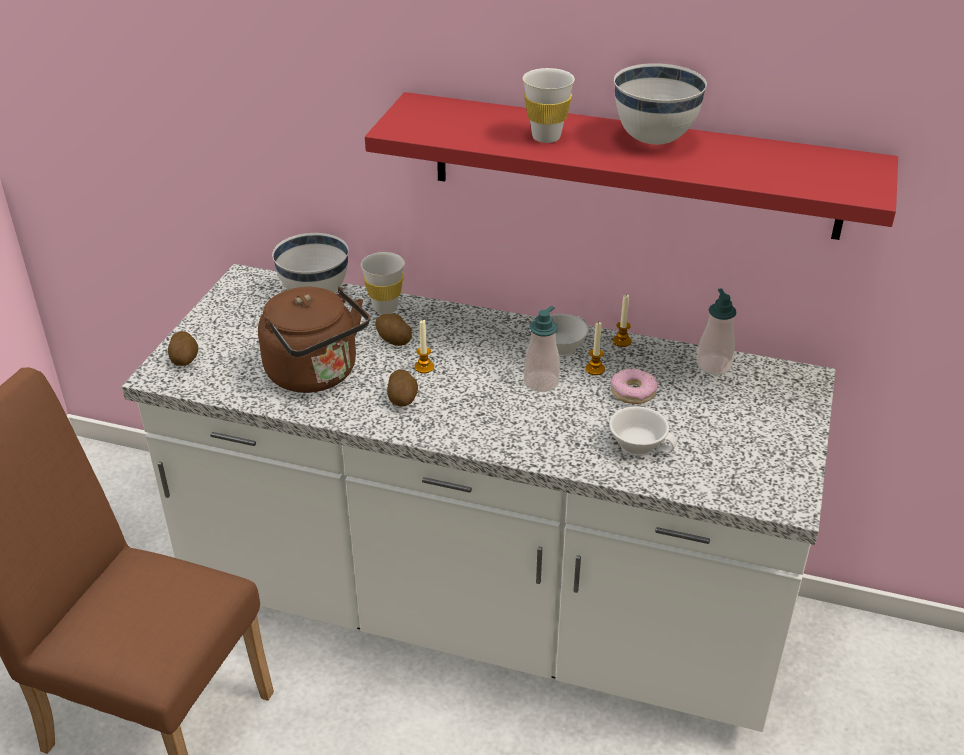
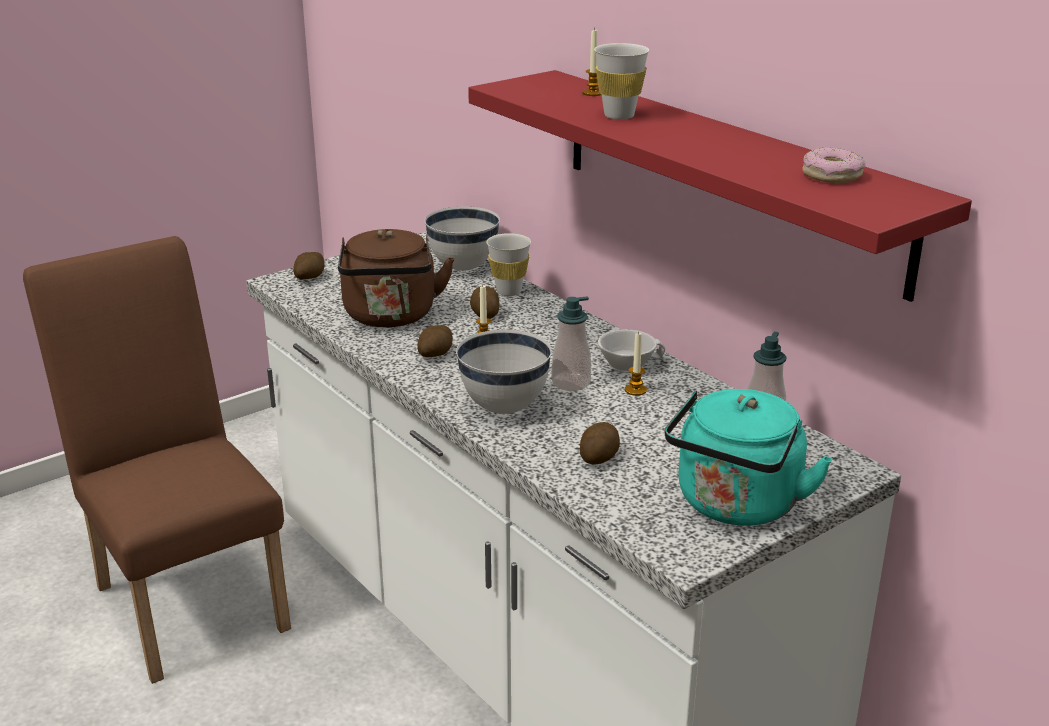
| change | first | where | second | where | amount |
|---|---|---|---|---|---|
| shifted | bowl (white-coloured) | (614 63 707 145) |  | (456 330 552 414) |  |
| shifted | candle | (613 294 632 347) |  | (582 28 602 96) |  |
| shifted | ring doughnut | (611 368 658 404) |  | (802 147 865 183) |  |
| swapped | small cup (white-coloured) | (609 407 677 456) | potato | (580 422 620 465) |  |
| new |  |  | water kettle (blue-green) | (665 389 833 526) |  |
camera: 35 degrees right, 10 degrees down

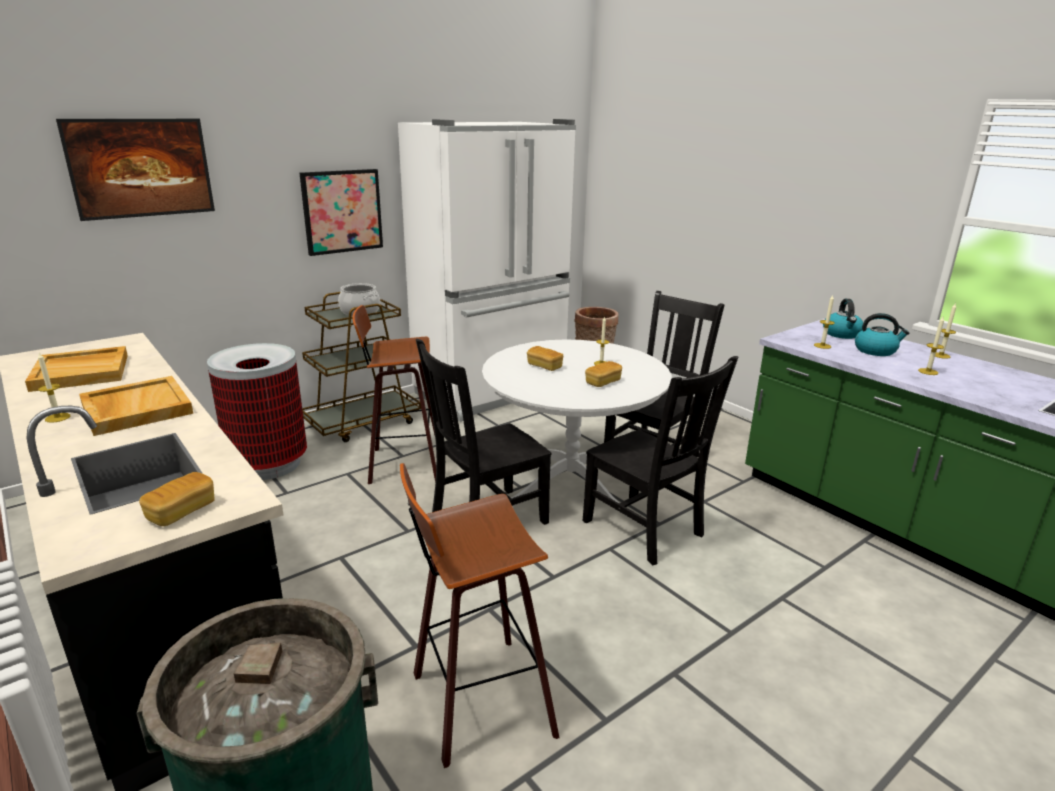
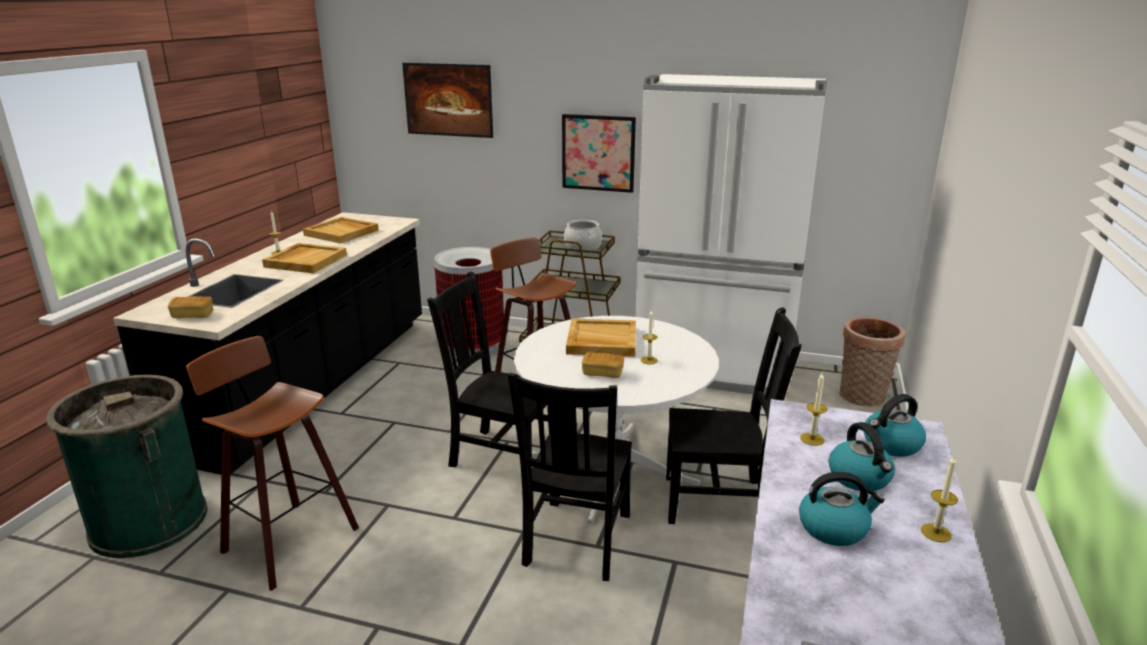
| change | first | where | second | where | amount |
|---|---|---|---|---|---|
| swapped | candle | (918 317 944 375) | water kettle | (799 472 885 546) |  |
| swapped | bread | (527 346 563 371) | tray (beige) | (566 318 636 357) |  |
camera: 55 degrees right, 0 degrees up

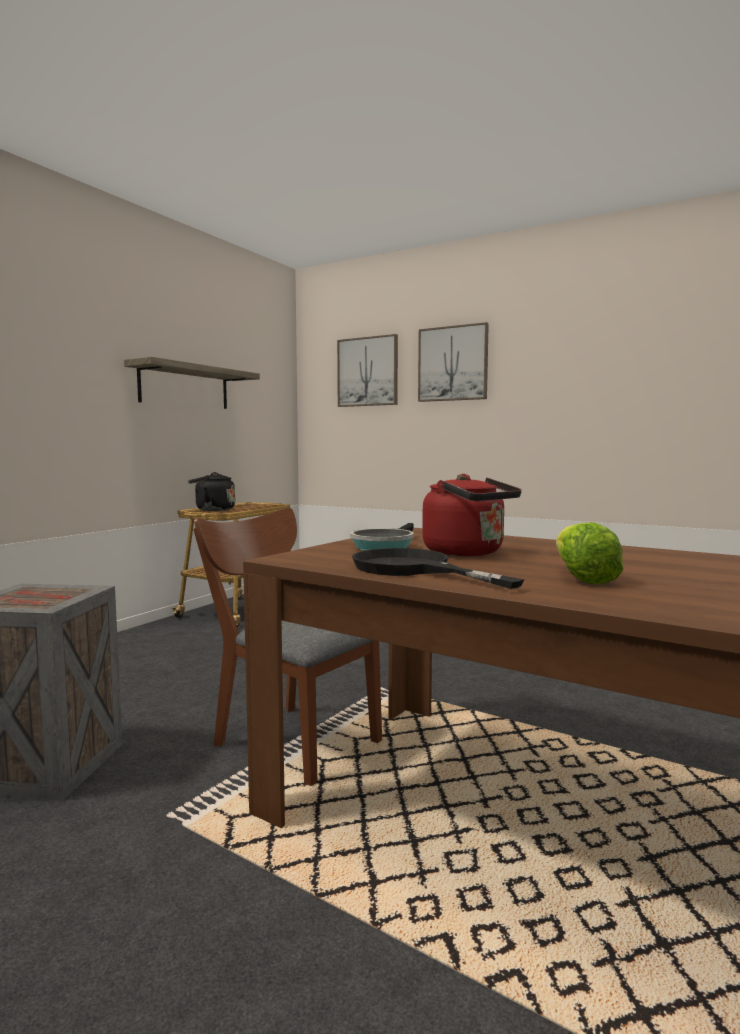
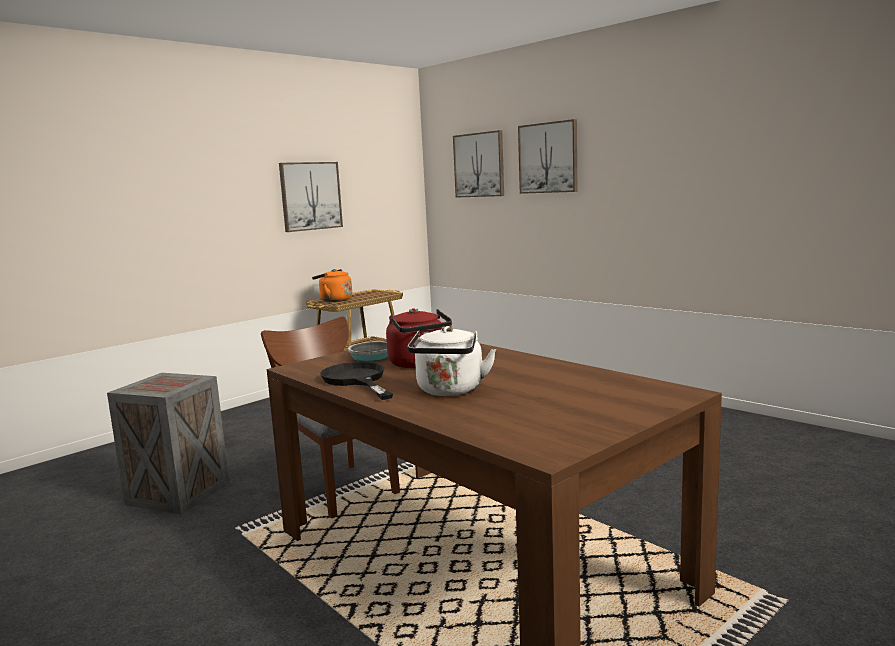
| change | first | where | second | where | amount |
|---|---|---|---|---|---|
| swapped | bracket shelf | (124 357 260 409) | wall art | (279 162 343 232) |  |
| repainted | water kettle (blackish) | (188 472 235 511) | water kettle (orange) | (312 269 352 302) |  |
| swapped | lettuce head | (556 522 623 585) | water kettle (white-coloured) | (407 326 496 396) |  |
camera: 15 degrees right, 5 degrees up

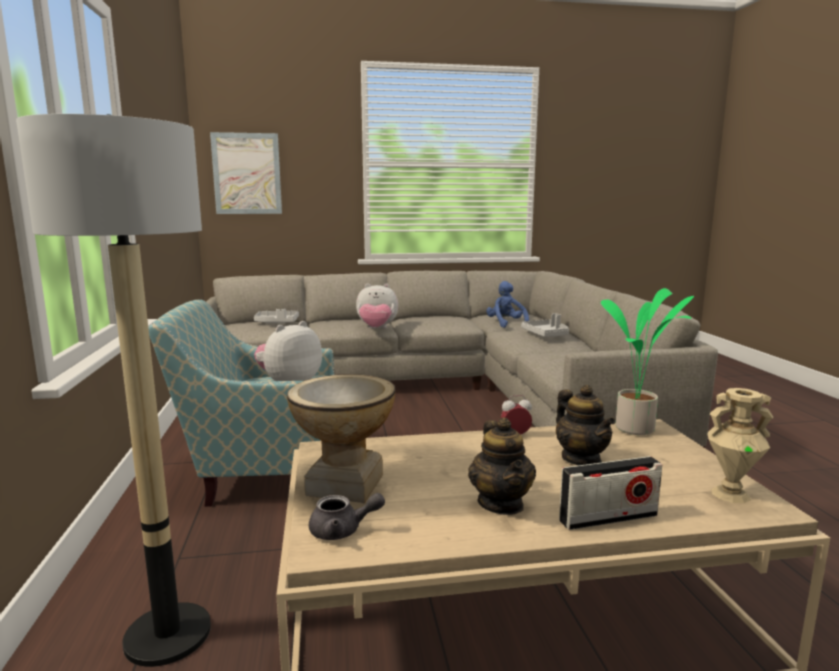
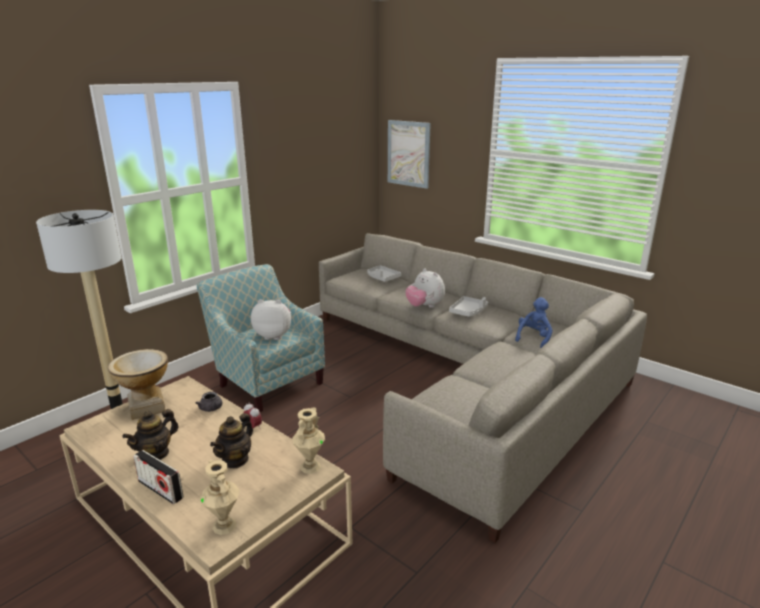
| change | first | where | second | where | amount |
|---|---|---|---|---|---|
| swapped | potted plant | (601 288 694 435) | vase (beige) | (292 407 325 474) |  |
| shifted | tray (grey) | (521 313 569 337) |  | (449 296 488 317) |  |
| shifted | teapot (grey) | (309 493 385 540) |  | (195 392 222 412) |  |
camera: 50 degrees right, 10 degrees up

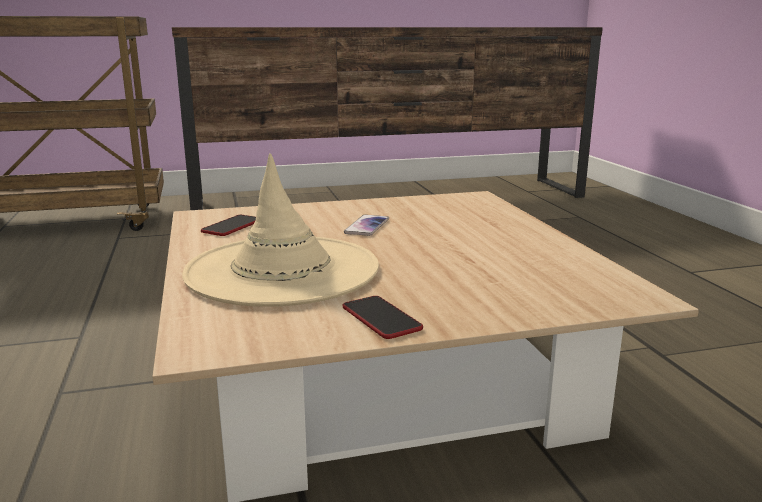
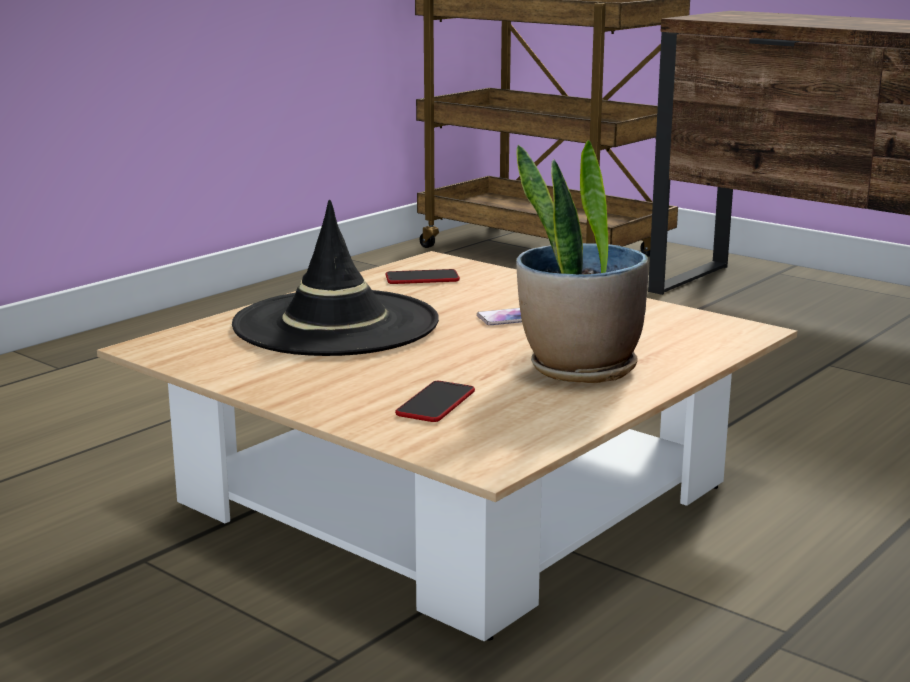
| change | first | where | second | where | amount |
|---|---|---|---|---|---|
| repainted | wearable hat (beige) | (182 153 379 307) | wearable hat (blackish) | (232 200 439 356) |  |
| shifted | handset | (343 296 423 339) |  | (395 381 475 422) |  |
| new |  |  | potted plant | (516 140 648 383) |  |
camera: 55 degrees right, 0 degrees up

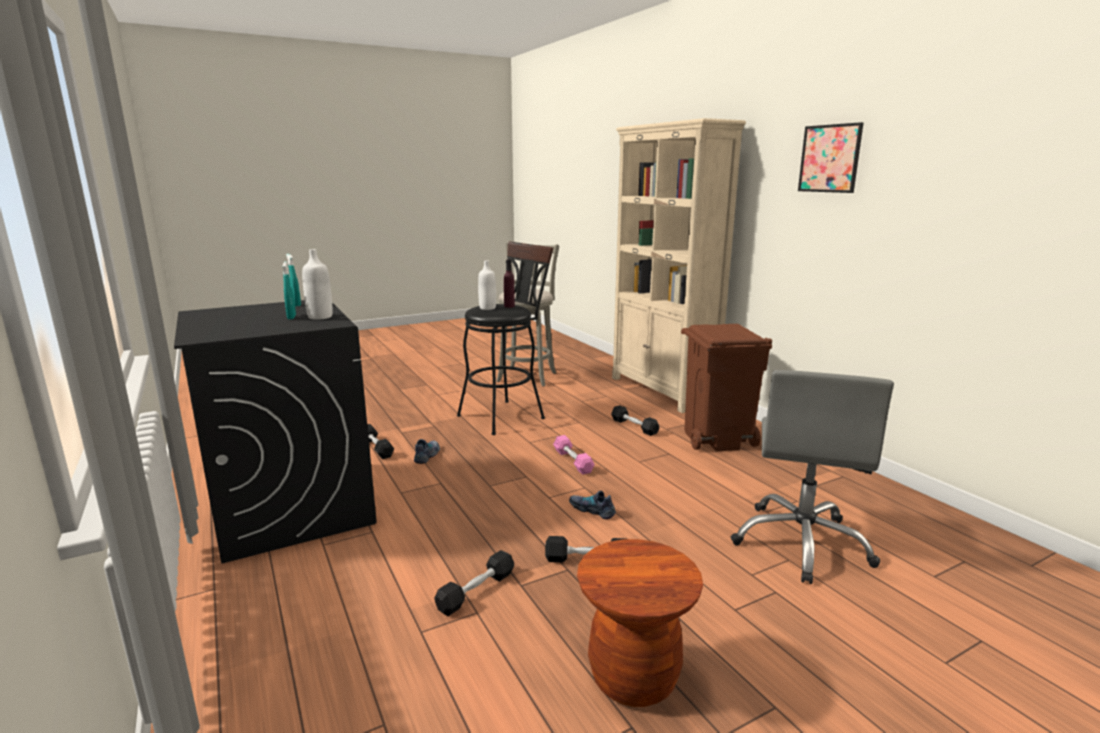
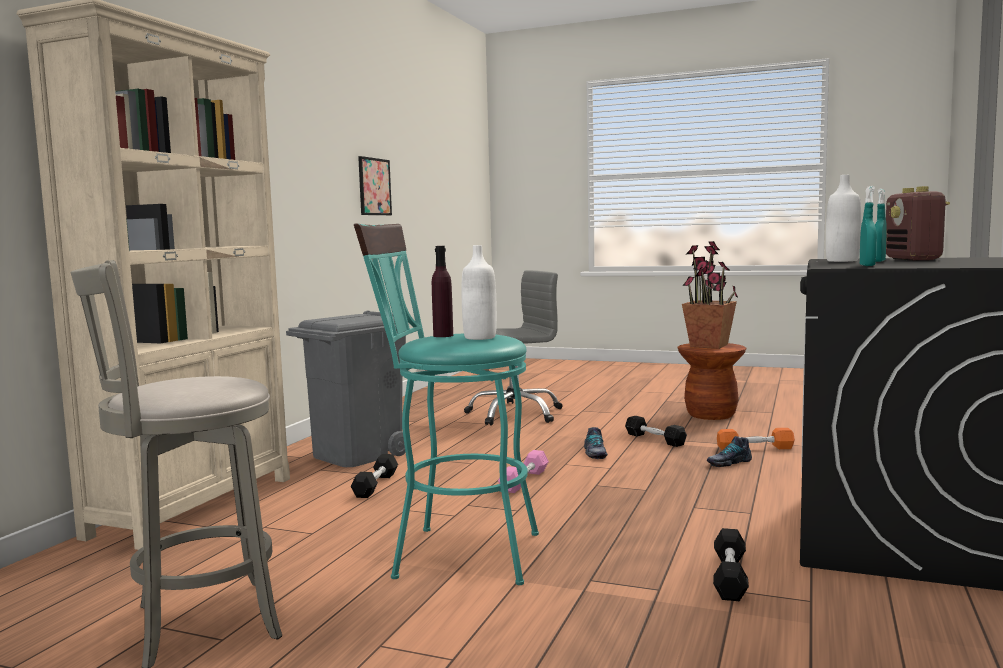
| change | first | where | second | where | amount |
|---|---|---|---|---|---|
| shifted | wall art | (798 122 864 193) |  | (358 156 392 215) |  |
| repainted | stool seat (blackish) | (457 242 553 435) | stool seat (blue-green) | (354 223 539 585) |  |
| repainted | trash can (brown-coloured) | (681 324 772 451) | trash can (grey) | (286 310 406 467) |  |
| shifted | low shoe | (414 439 440 464) |  | (707 436 752 467) |  |
| repainted | dumbbell (blackish) | (434 550 514 616) | dumbbell (orange) | (717 428 795 450) |  |
| new |  |  | radio | (886 186 950 261) |  |
| new |  |  | potted plant | (682 241 738 349) |  |
camera: 130 degrees left, 10 degrees down

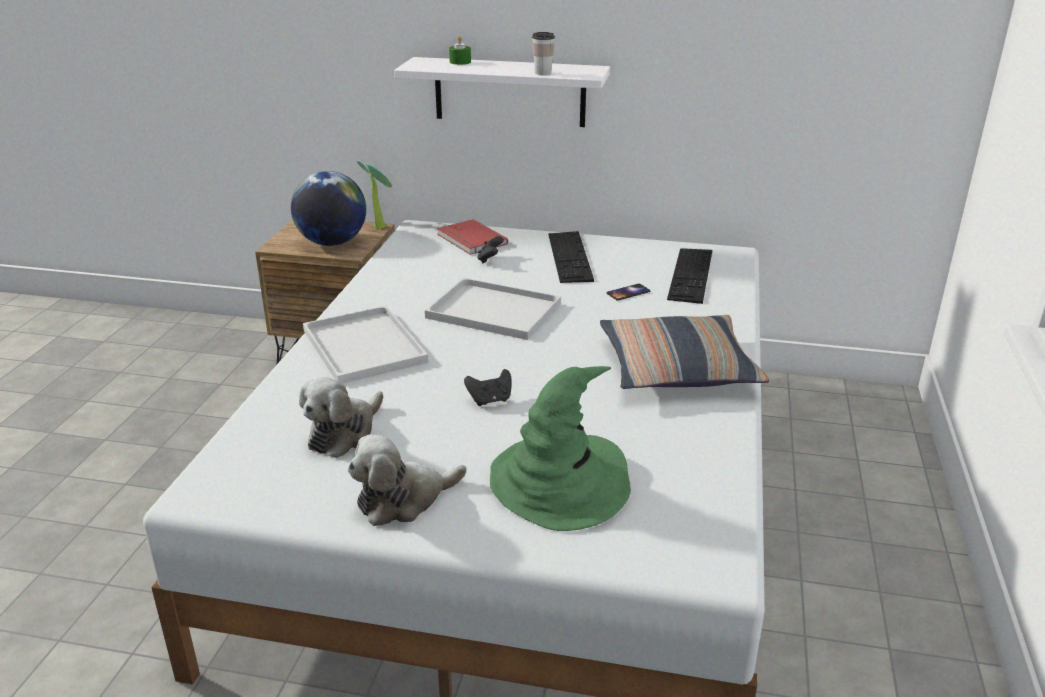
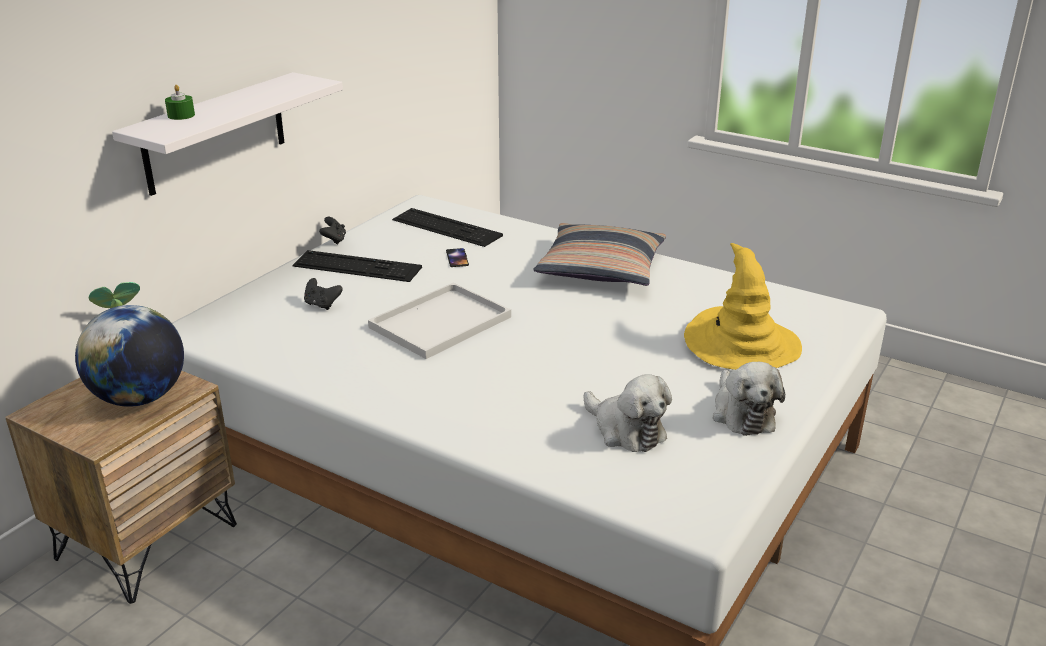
| change | first | where | second | where | amount |
|---|---|---|---|---|---|
| gone | small cup | (532 32 555 75) |  |  |  |
| gone | book (red-coloured) | (437 219 508 255) |  |  |  |
| gone | tray (white-coloured) | (303 306 428 384) |  |  |  |
| repainted | wearable hat (green) | (490 366 631 531) | wearable hat (yellowish) | (684 243 802 370) |  |
| shifted | gamepad (blackish) | (464 369 512 406) |  | (319 217 346 245) |  |
camera: 70 degrees left, 0 degrees up

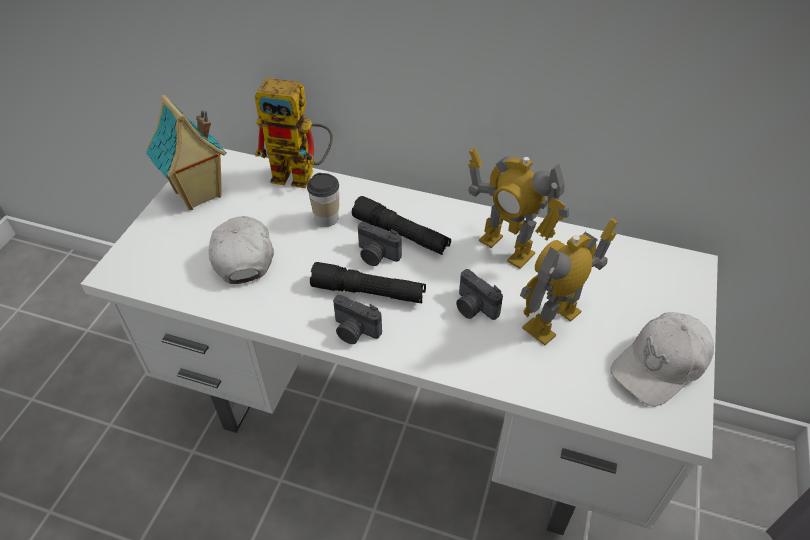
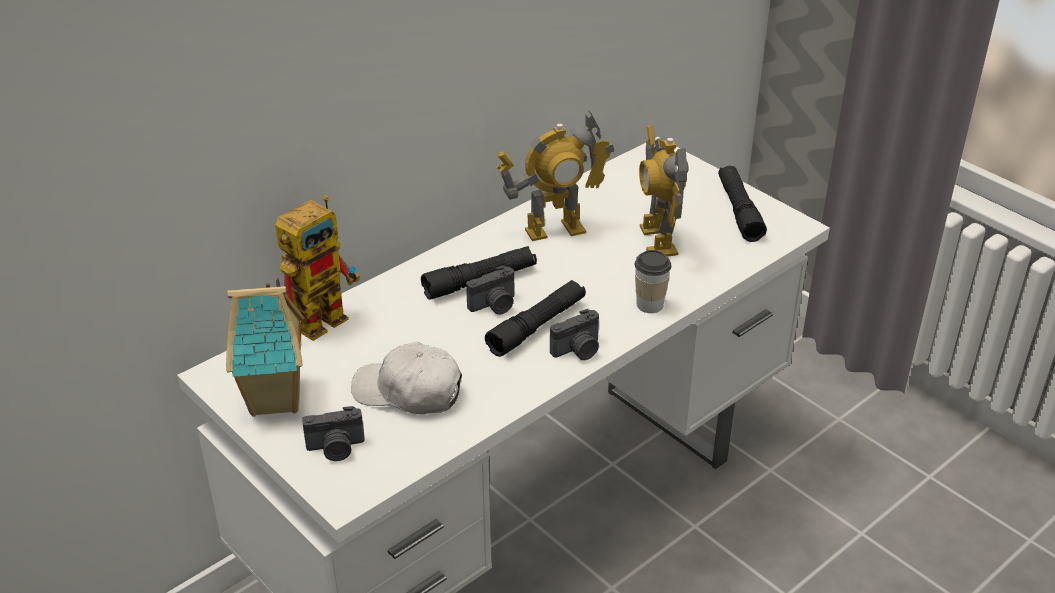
| change | first | where | second | where | amount |
|---|---|---|---|---|---|
| shifted | small cup | (307 173 339 227) |  | (635 250 672 313) |  |
| shifted | photo camera | (456 269 503 320) |  | (302 406 365 461) |  |
| swapped | peaked cap (white-coloured) | (610 312 714 406) | flashlight (blackish) | (718 166 767 242) |  |
camera: 60 degrees left, 10 degrees down

